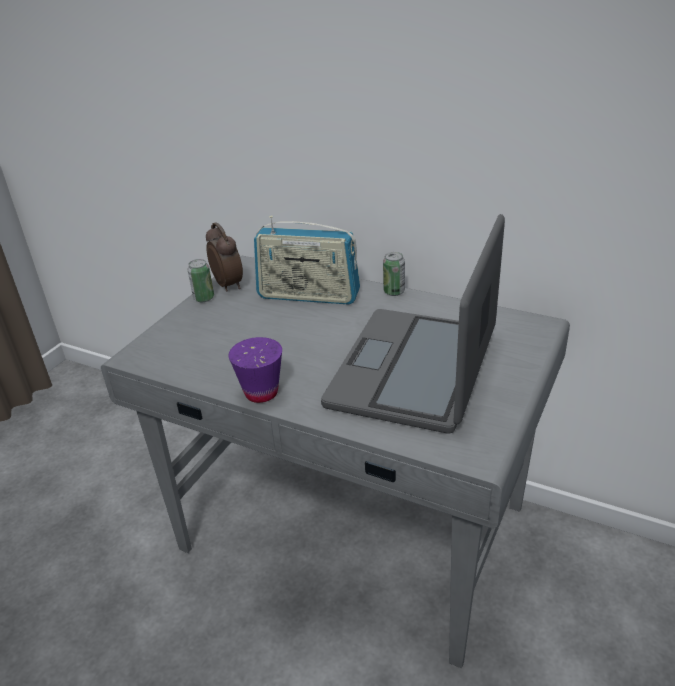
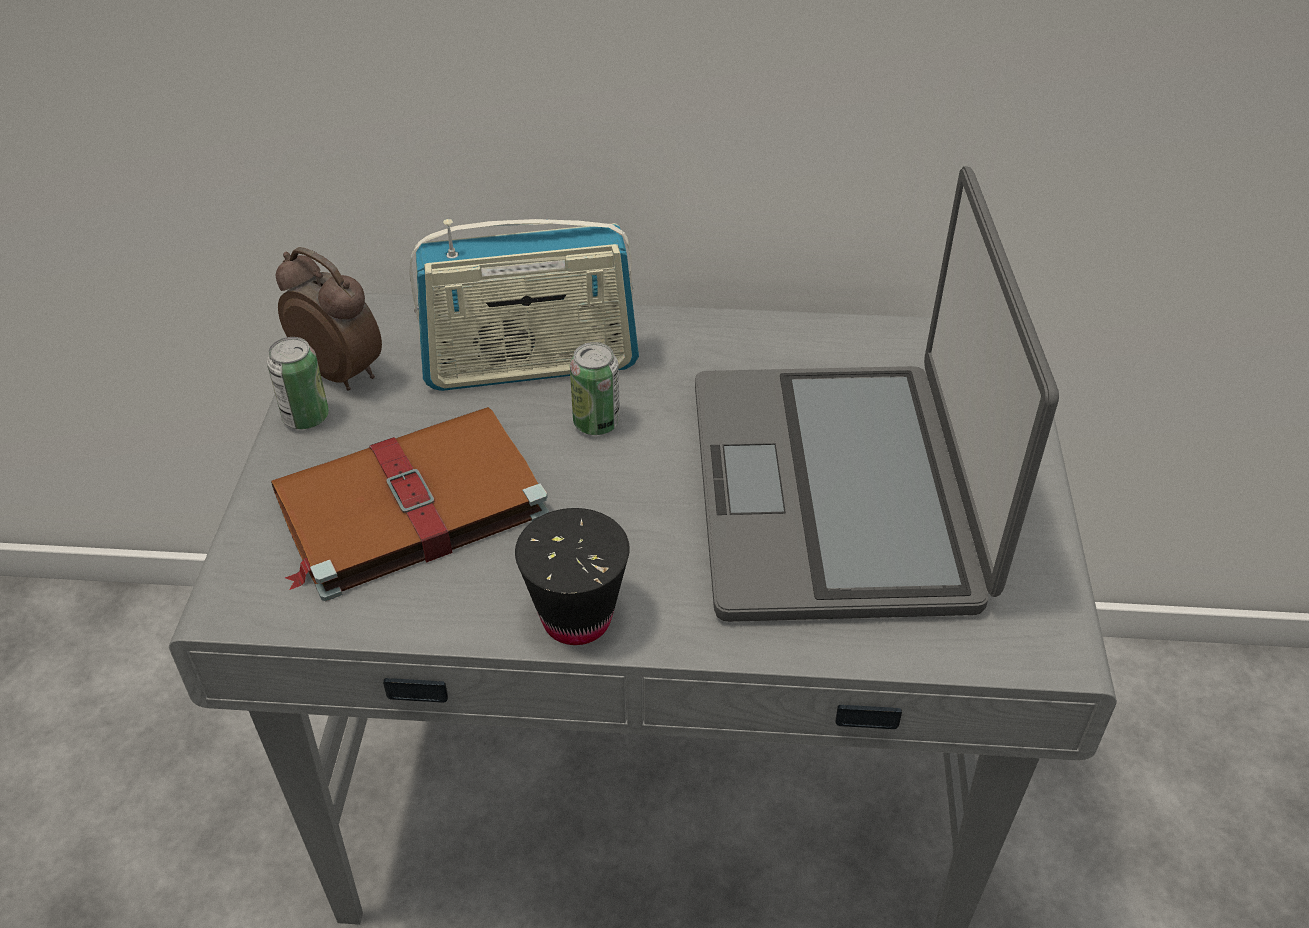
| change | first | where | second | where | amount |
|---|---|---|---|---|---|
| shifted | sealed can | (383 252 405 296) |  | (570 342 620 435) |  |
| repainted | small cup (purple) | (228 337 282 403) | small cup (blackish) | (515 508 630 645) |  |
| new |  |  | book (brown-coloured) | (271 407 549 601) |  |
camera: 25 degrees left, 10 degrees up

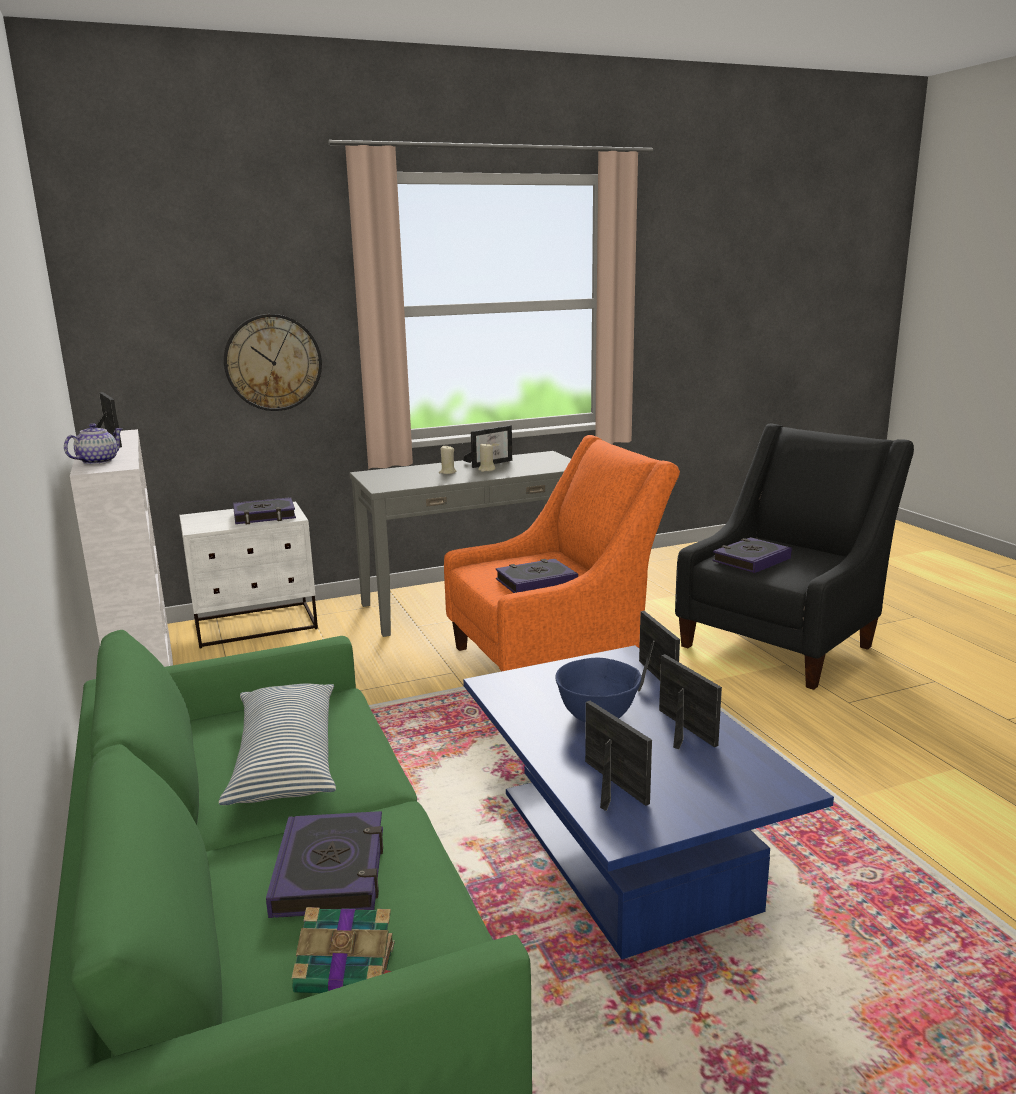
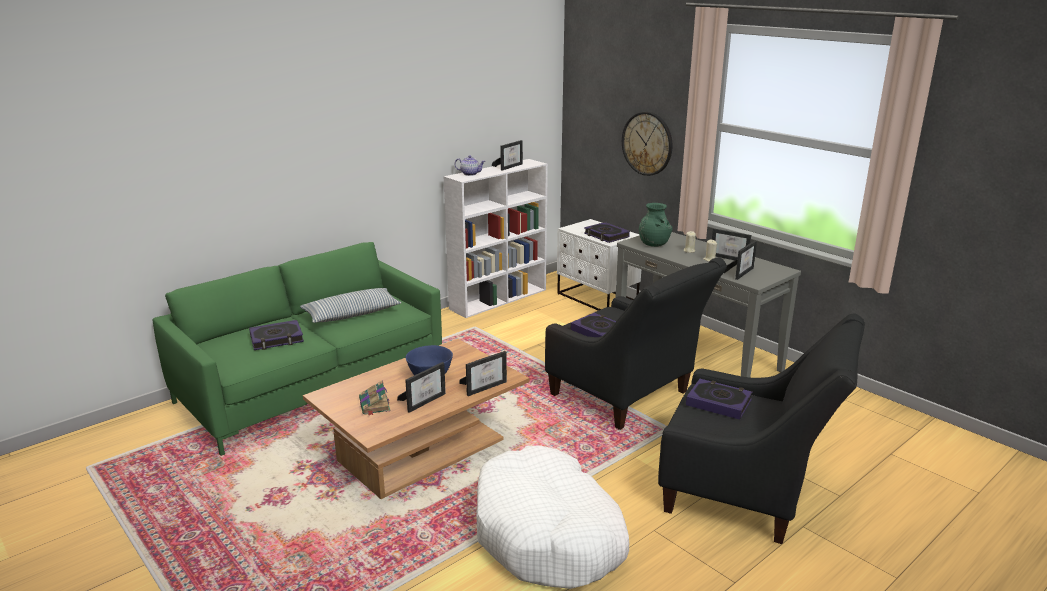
| change | first | where | second | where | amount |
|---|---|---|---|---|---|
| repainted | easy chair (orange) | (444 435 680 671) | easy chair (blackish) | (545 258 727 430) |  |
| repainted | coffee table (blue-coloured) | (463 645 834 959) | coffee table (brown-coloured) | (303 339 530 499) |  |
| shifted | photo frame | (585 701 652 811) |  | (724 240 757 280) |  |
| shifted | book | (292 907 395 993) |  | (359 381 390 416) |  |
| new |  |  | vase (green) | (639 203 673 247) |  |
| new |  |  | dog cushion (white-coloured) | (476 445 629 589) |  |
camera: 70 degrees right, 5 degrees up

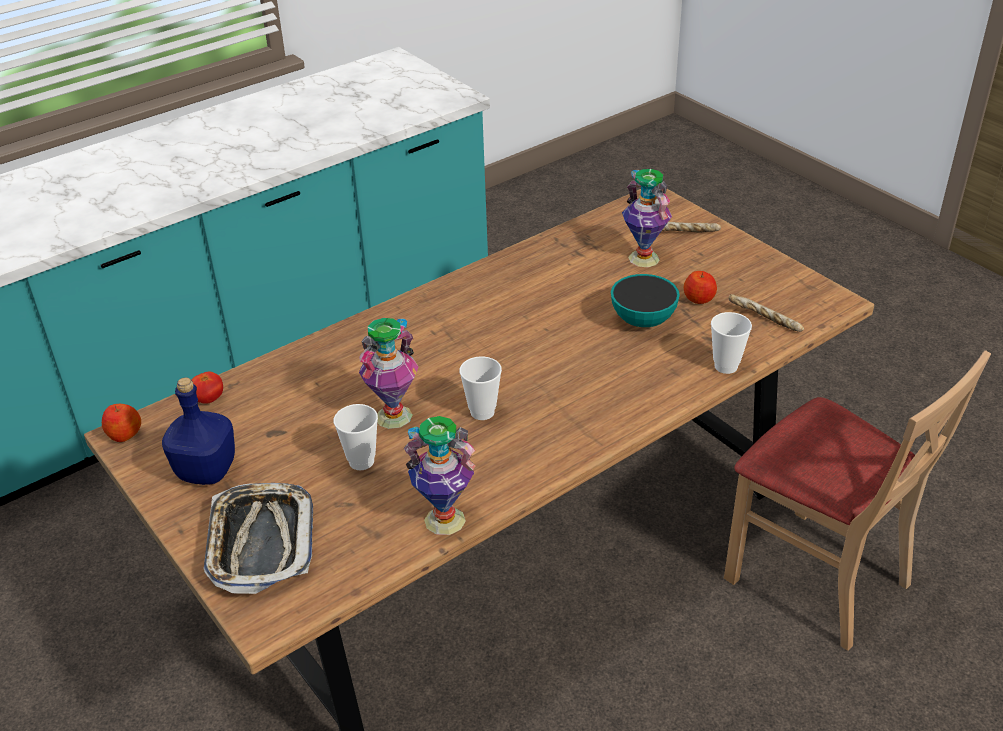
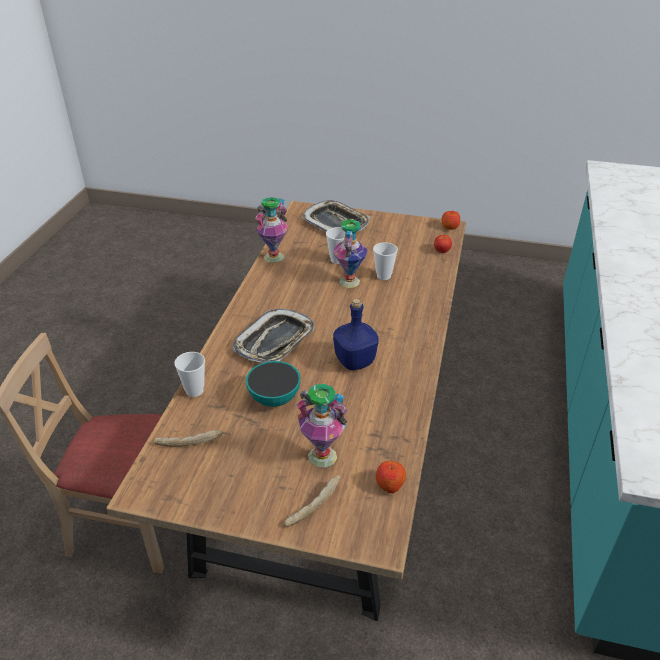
| change | first | where | second | where | amount |
|---|---|---|---|---|---|
| shifted | apple fruit | (684 271 717 304) |  | (376 461 406 493) |  |
| shifted | small cup | (459 356 502 420) |  | (373 242 398 280) |  |
| shifted | bottle (blue-coloured) | (162 377 235 485) |  | (333 298 379 370) |  |
| new |  |  | tray | (233 309 315 362) |  |
camera: 140 degrees right, 0 degrees up

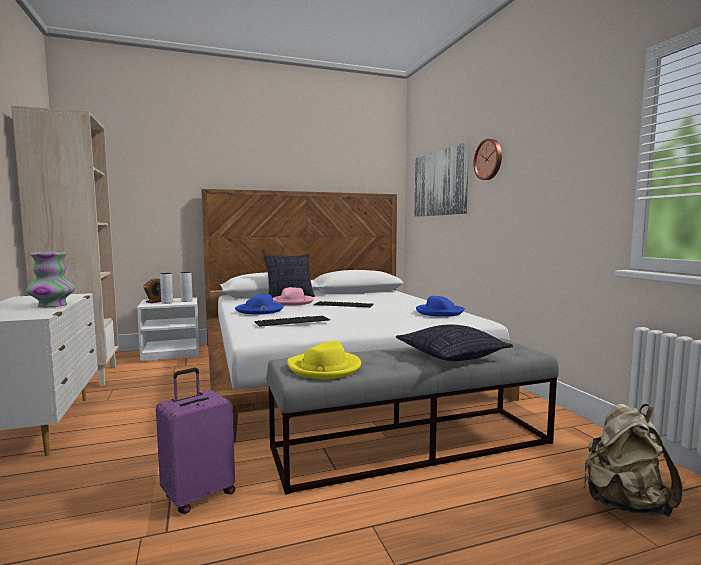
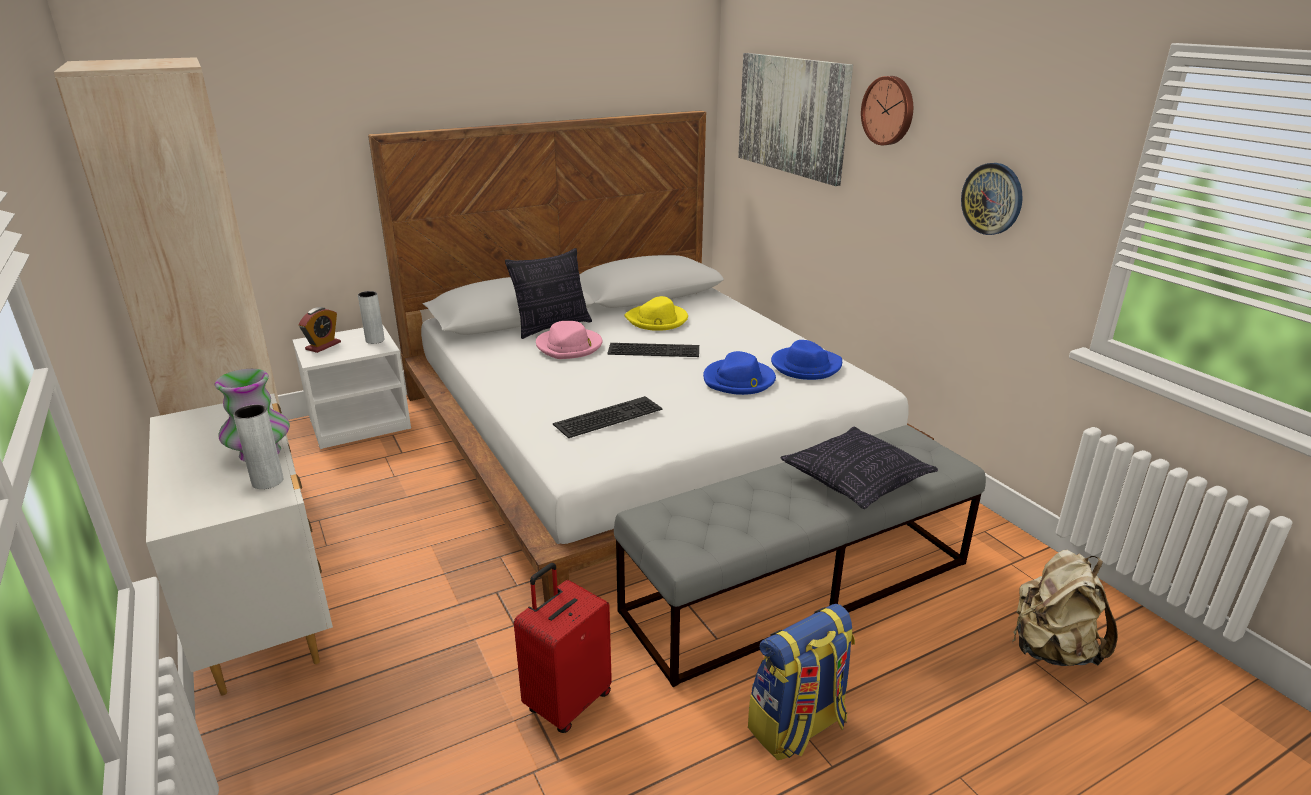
| change | first | where | second | where | amount |
|---|---|---|---|---|---|
| shifted | vase (grey) | (160 273 173 304) |  | (233 405 284 489) |  |
| shifted | wearable hat (blue-coloured) | (235 294 284 314) |  | (703 351 776 395) |  |
| shifted | wearable hat (yellowish) | (287 341 361 379) |  | (624 296 688 331) |  |
| repainted | travel case (purple) | (156 368 235 514) | travel case (red-coloured) | (514 563 612 733) |  |
| new |  |  | hanging clock | (961 163 1023 235) |  |
| new |  |  | backpack | (748 604 855 760) |  |
camera: 10 degrees left, 20 degrees up

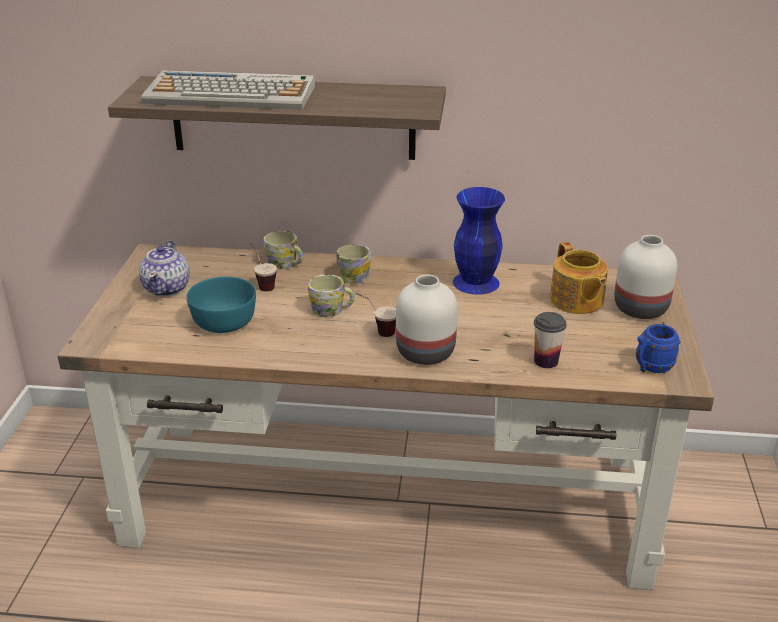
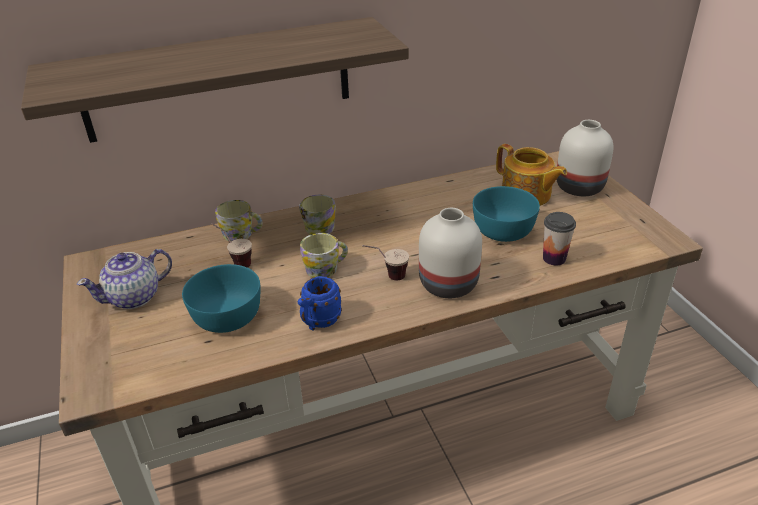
| change | first | where | second | where | amount |
|---|---|---|---|---|---|
| gone | computer keyboard | (141 70 315 110) |  |  |  |
| gone | vase (blue-coloured) | (453 187 505 295) |  |  |  |
| rotated | teapot | (139 240 190 297) |  | (77 249 172 309) | 75 degrees clockwise |
| shifted | tea mug (blue-coloured) | (636 324 680 373) |  | (298 276 342 330) |  |
| new |  |  | bowl (blue-green) | (473 186 540 242) |  |
camera: 25 degrees left, 5 degrees up

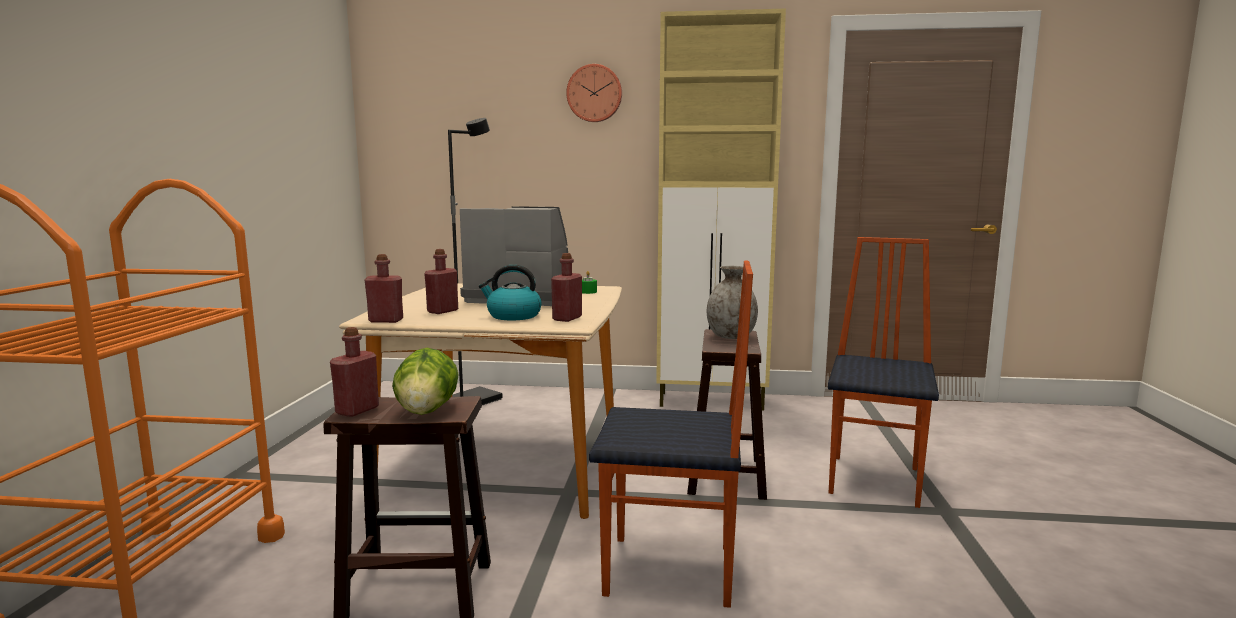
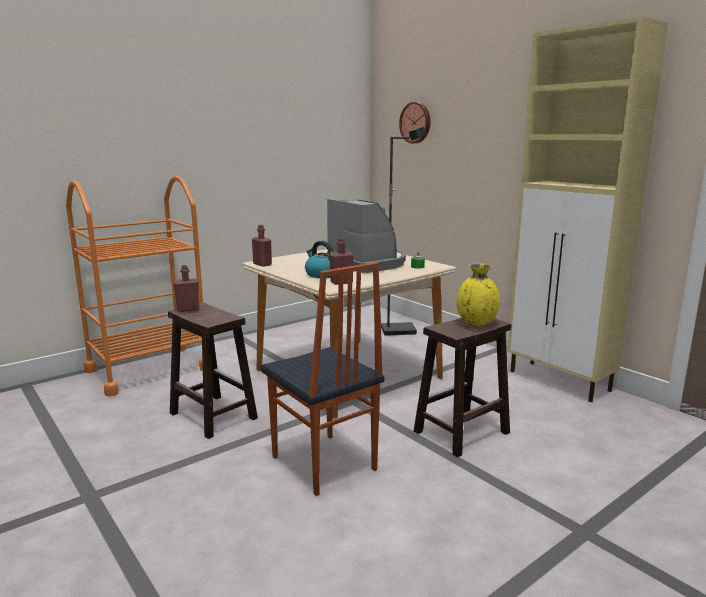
| change | first | where | second | where | amount |
|---|---|---|---|---|---|
| shifted | hanging clock | (566 64 622 122) |  | (399 102 431 143) |  |
| gone | plain chair | (828 237 939 508) |  |  |  |
| gone | bottle (red-coloured) | (424 249 458 314) |  |  |  |
| repainted | vase (grey) | (707 266 758 339) | vase (yellowish) | (457 263 500 325) |  |
| gone | lettuce head | (392 348 458 415) |  |  |  |
camera: 45 degrees right, 5 degrees up

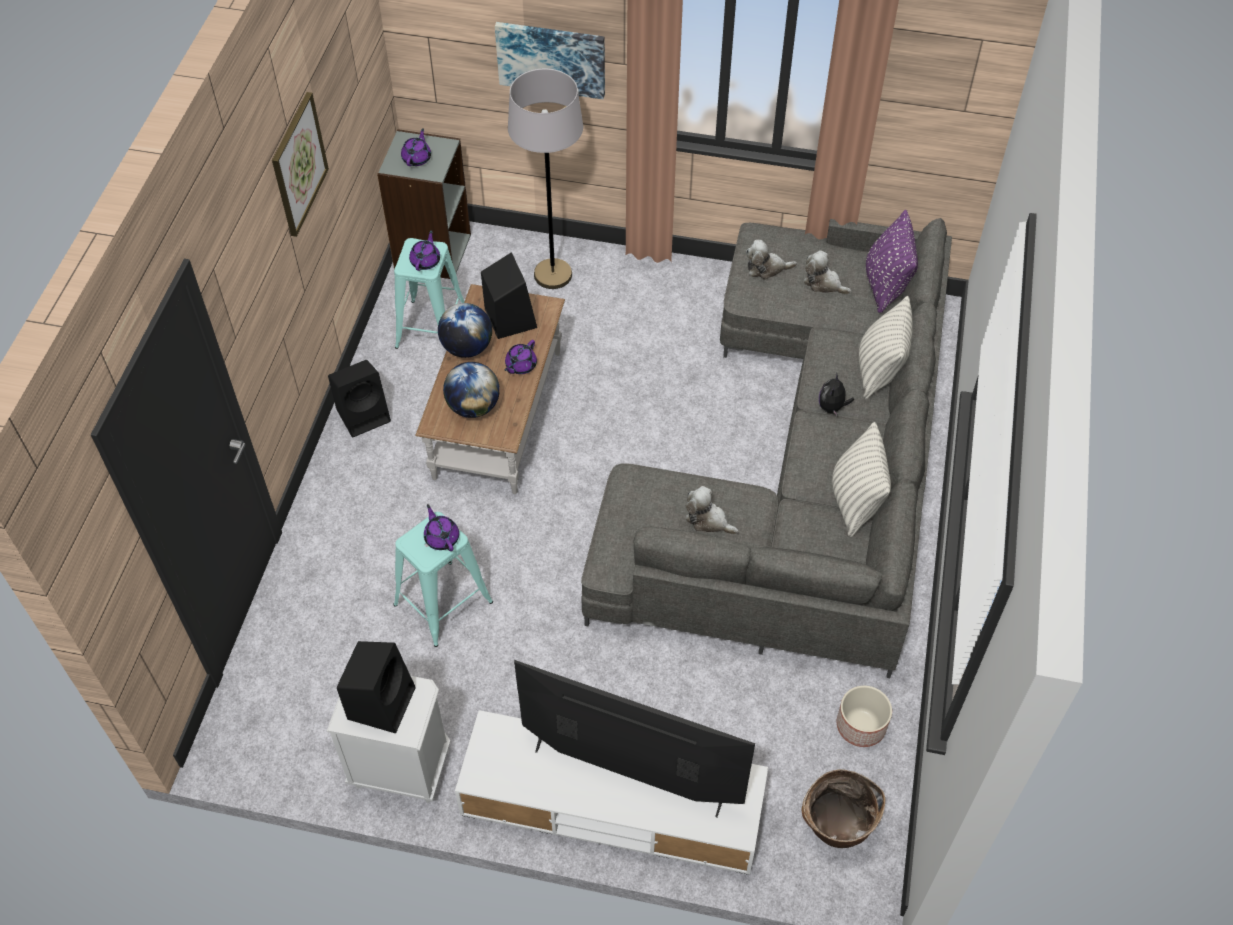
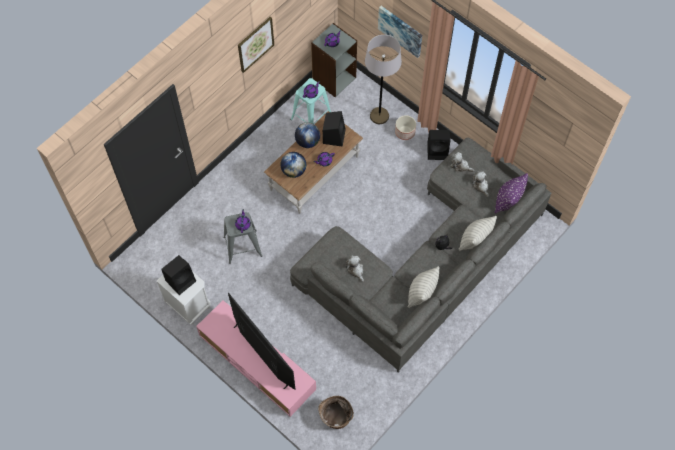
| change | first | where | second | where | amount |
|---|---|---|---|---|---|
| shifted | speaker (blackish) | (328 360 391 438) |  | (427 130 451 160) |  |
| repainted | stool seat (blue-green) | (393 512 493 647) | stool seat (grey) | (223 212 262 264) |  |
| shifted | flower pot | (837 686 892 747) |  | (395 115 416 140) |  |
| repainted | tv stand (white-coloured) | (455 710 768 875) | tv stand (pink-coloured) | (196 300 316 417) |  |
camera: 30 degrees right, 10 degrees up

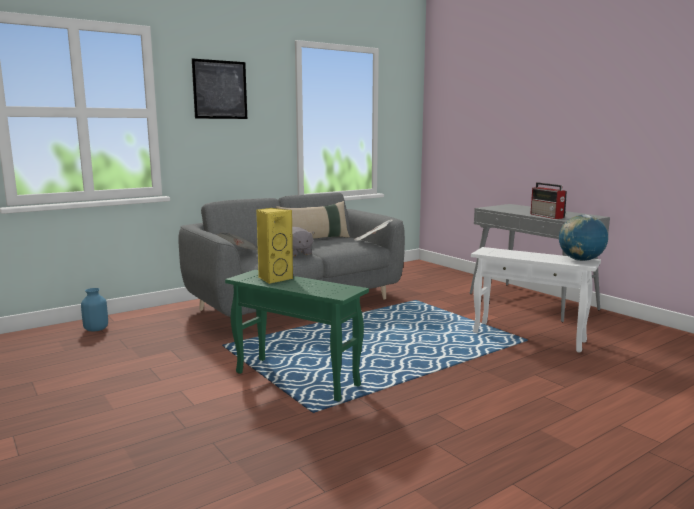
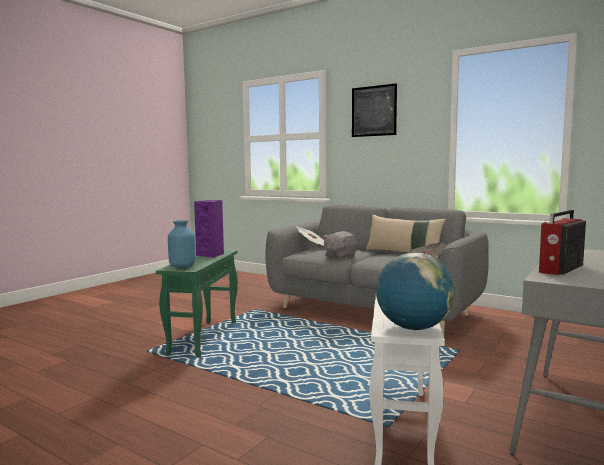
| change | first | where | second | where | amount |
|---|---|---|---|---|---|
| repainted | speaker (yellowish) | (256 208 293 284) | speaker (purple) | (194 200 224 258) |  |
| shifted | vase (blue-coloured) | (81 288 108 332) |  | (168 220 196 268) |  |
camera: 70 degrees right, 5 degrees down

